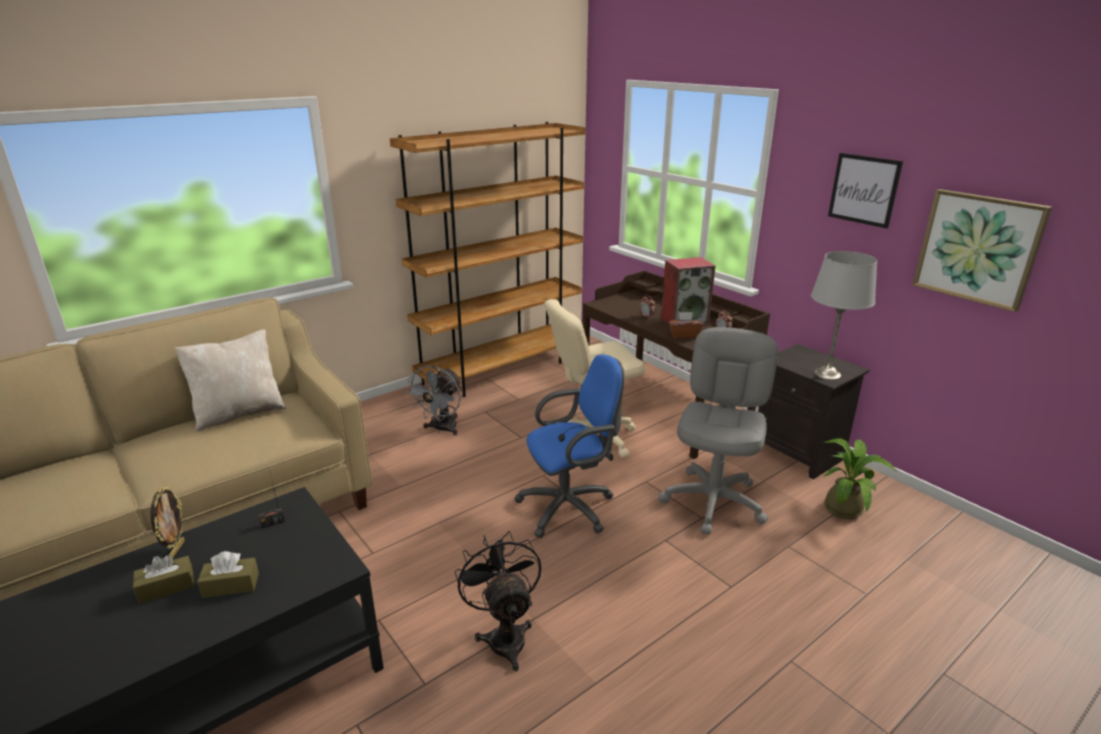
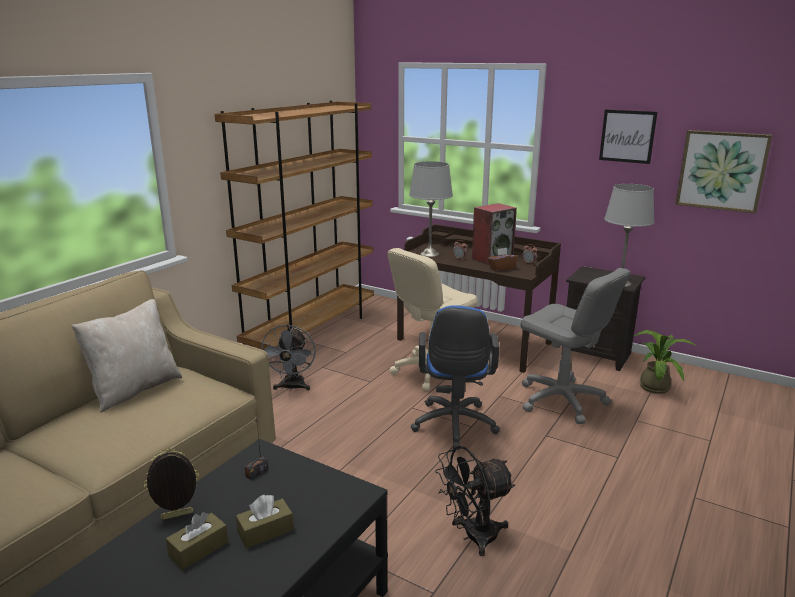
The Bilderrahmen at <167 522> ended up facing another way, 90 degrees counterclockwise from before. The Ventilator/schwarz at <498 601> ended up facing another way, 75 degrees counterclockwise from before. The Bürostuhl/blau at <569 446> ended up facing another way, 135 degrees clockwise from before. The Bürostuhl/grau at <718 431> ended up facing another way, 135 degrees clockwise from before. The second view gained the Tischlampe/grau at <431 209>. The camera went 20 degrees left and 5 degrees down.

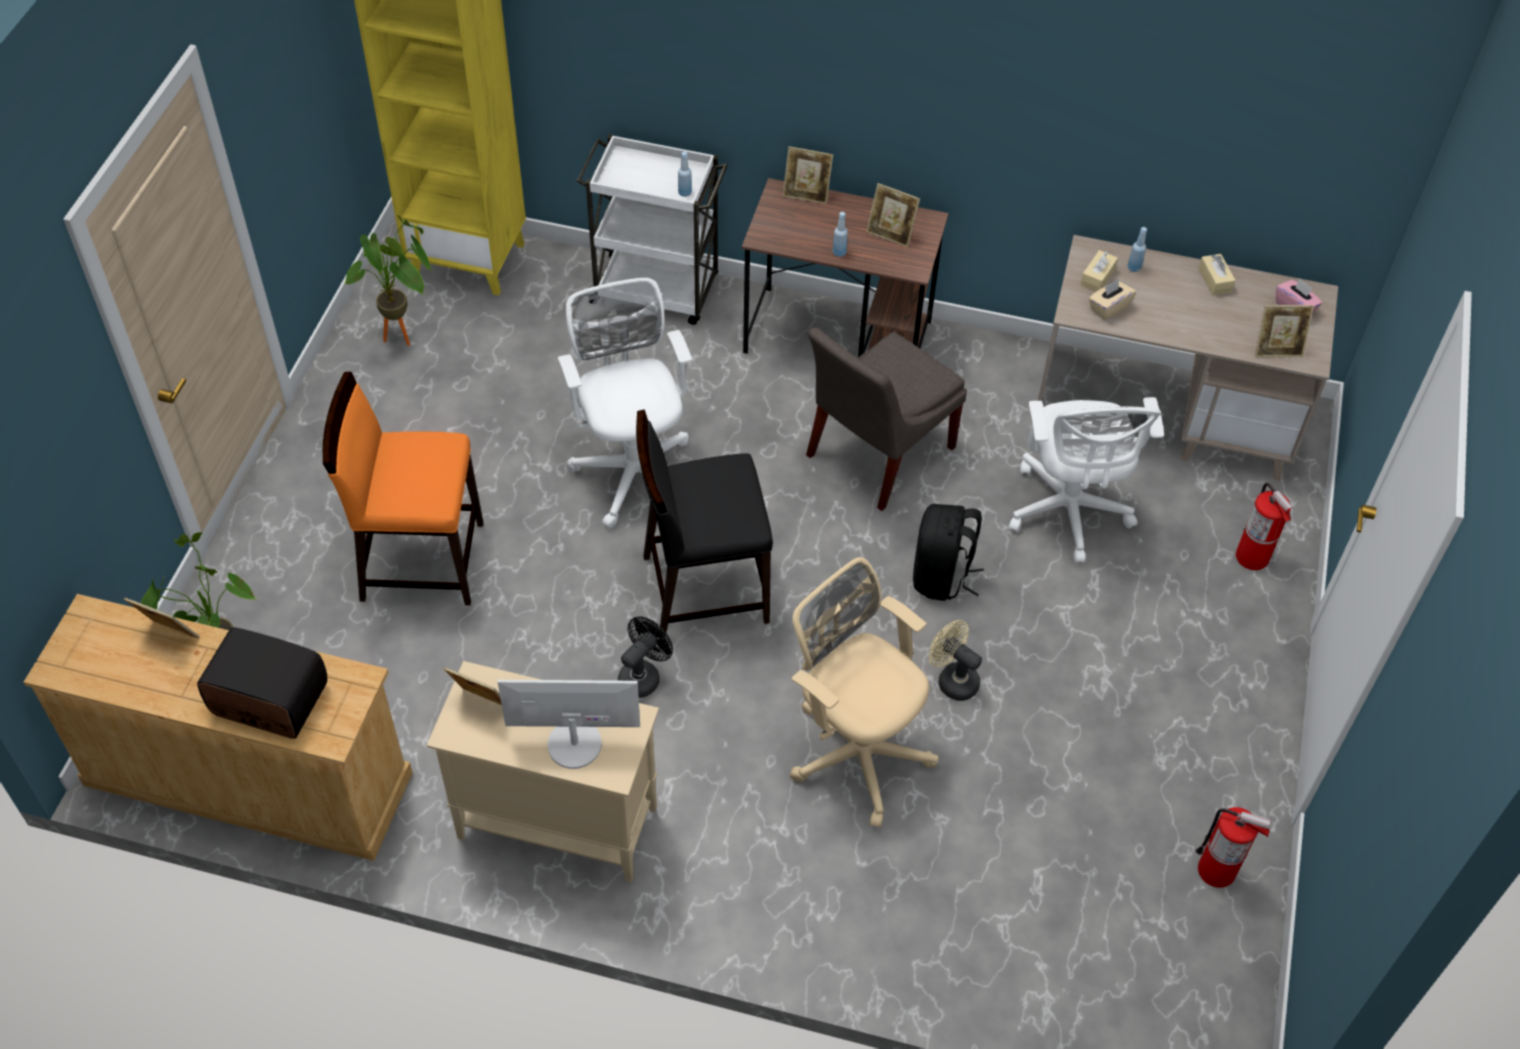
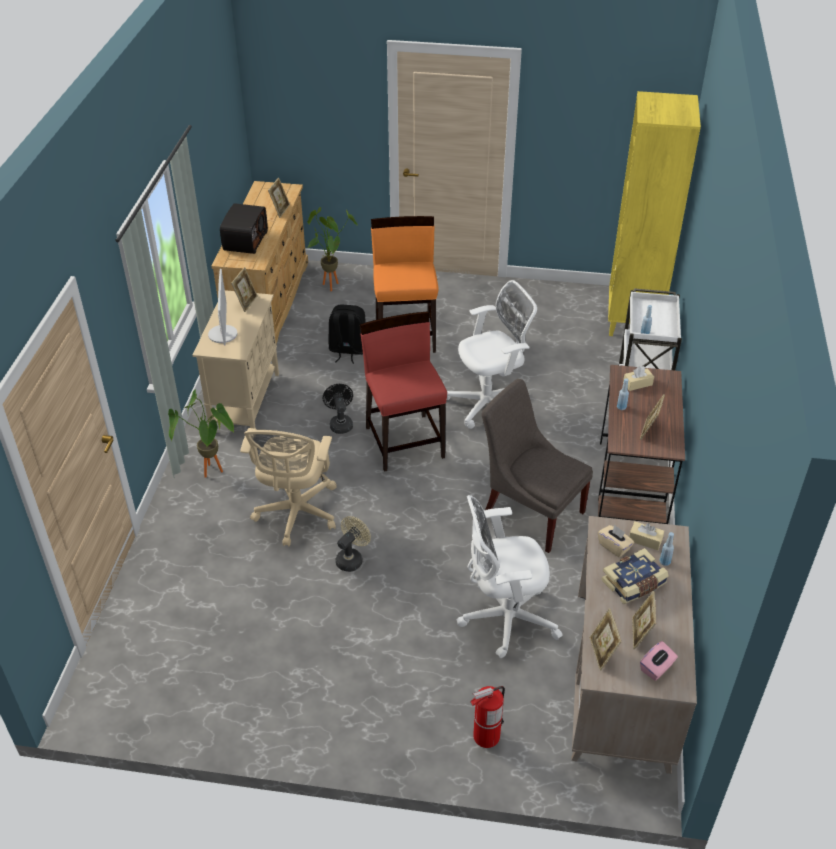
The Topfpflanze ended up elsewhere, having gone from <388 280> to <201 433>. The Ventilator/schwarz at <645 657> ended up facing another way, 135 degrees counterclockwise from before. What was the Stuhl/schwarz at <704 524> turned into the Stuhl/rot at <403 391>. The Bilderrahmen ended up elsewhere, having gone from <808 175> to <644 620>. The Bürostuhl/beige at <864 692> ended up facing another way, 150 degrees clockwise from before. The Rucksack/schwarz ended up elsewhere, having gone from <948 552> to <347 334>. The second view lost the Feuerlöscher at <1233 847>. The Taschentuchbox/beige ended up elsewhere, having gone from <1217 275> to <638 378>. The second view gained the Buch at <634 576>. The camera went 85 degrees right and 10 degrees down.

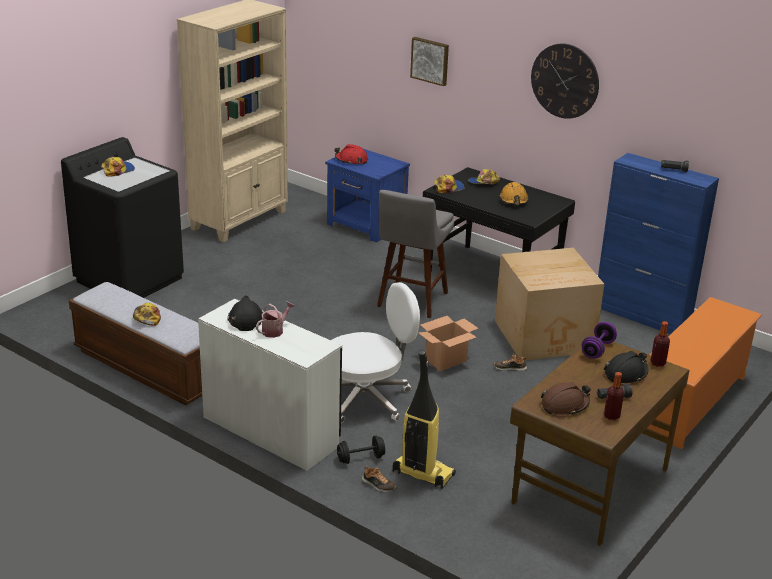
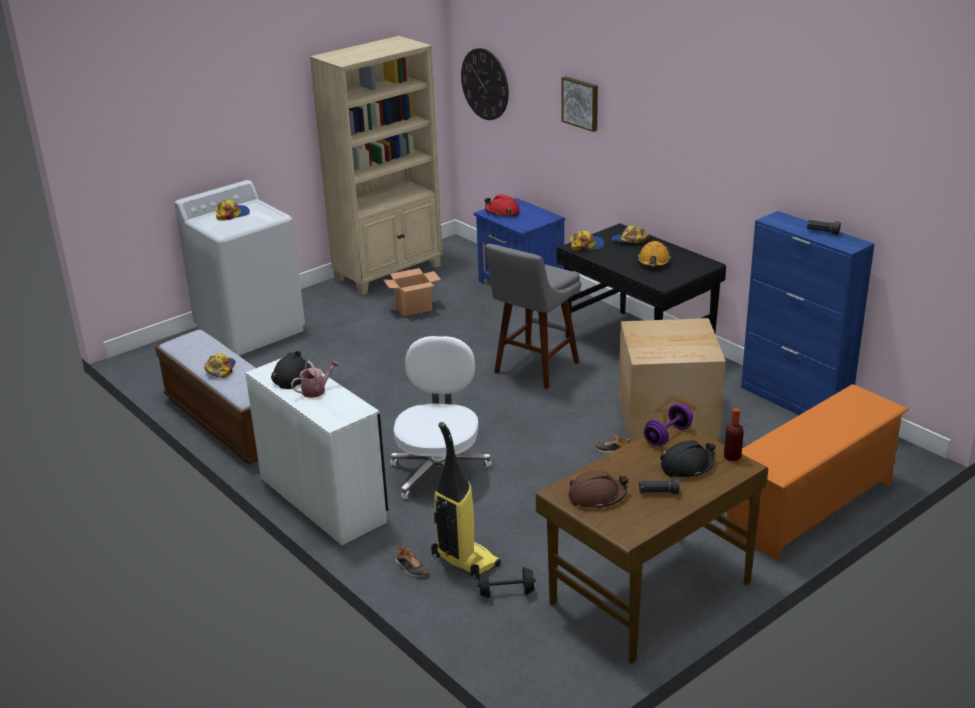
What was the Waschmaschine/schwarz at <122 217> turned into the Waschmaschine/weiß at <239 268>. The Bürostuhl/weiß at <375 352> ended up facing another way, 75 degrees counterclockwise from before. The Hantel/schwarz ended up elsewhere, having gone from <361 450> to <506 582>. The Karton ended up elsewhere, having gone from <449 343> to <412 292>. The Wanduhr ended up elsewhere, having gone from <565 81> to <485 84>. The second view lost the Flasche at <614 396>. The camera went 15 degrees right and 0 degrees up.

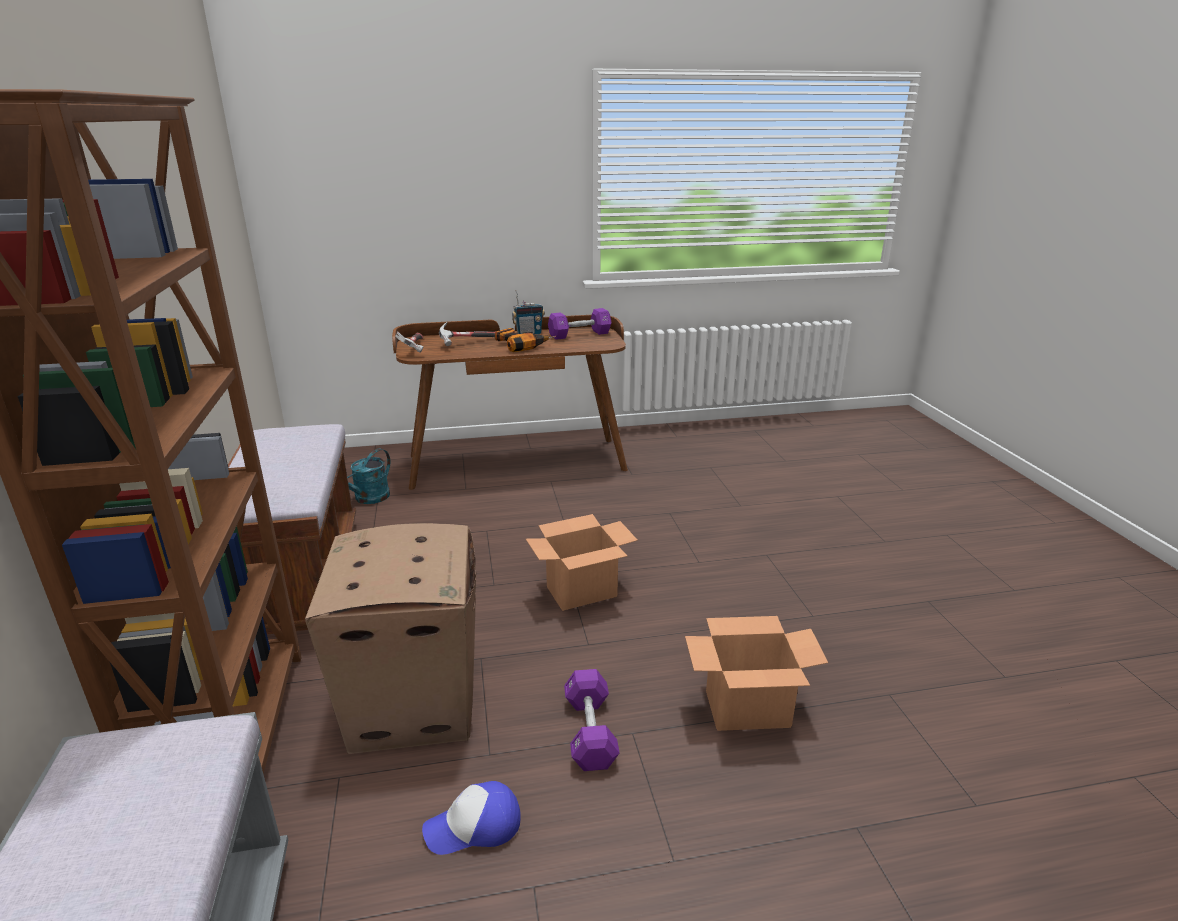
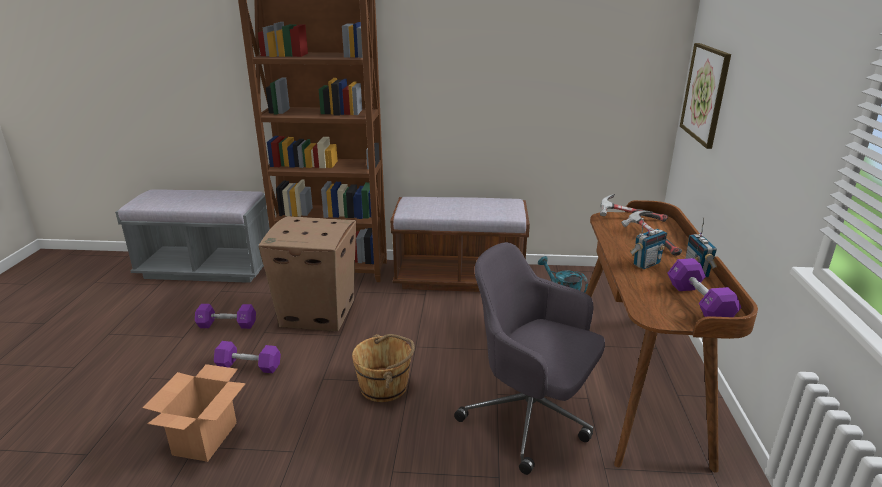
Where the Kappe stood at <471 818>, the Hantel/lila came to stand at <225 316>. Where the Bohrmaschine stood at <525 340>, the Radio came to stand at <648 243>. Where the Karton stood at <582 562>, the Eimer/braun came to stand at <383 368>. The second view gained the Bürostuhl/grau at <529 358>. The second view gained the Bild at <705 96>. The camera went 105 degrees right and 0 degrees up.

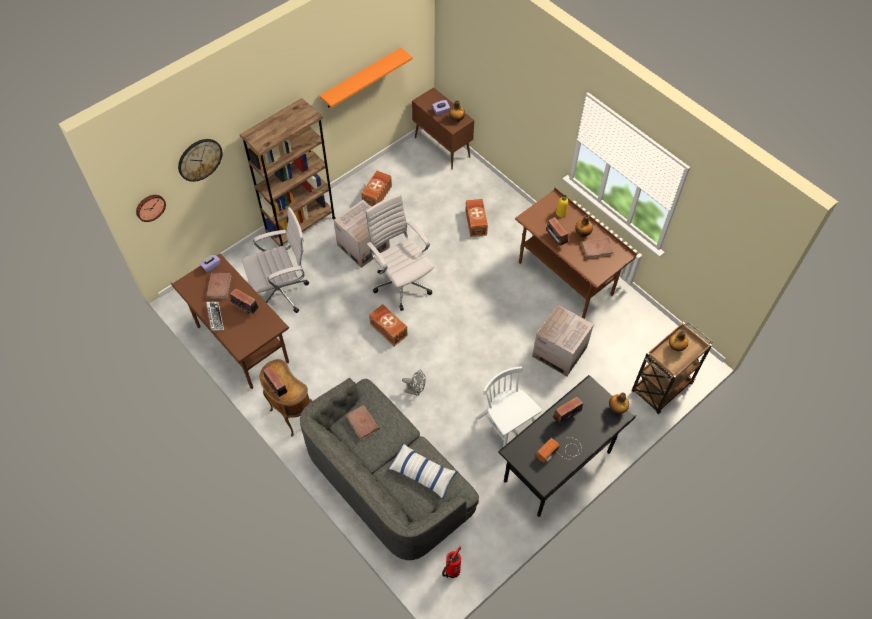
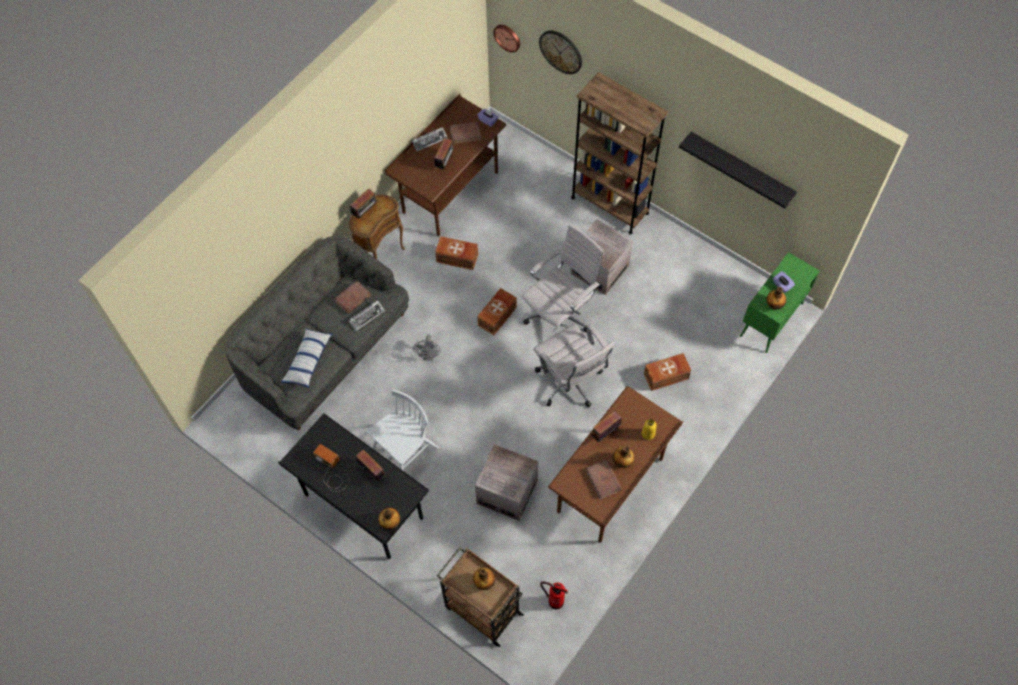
The Bürostuhl/weiß ended up elsewhere, having gone from <275 260> to <574 365>. What was the Wandregal/orange at <366 78> turned into the Wandregal/schwarz at <738 170>. The Aufbewahrungsbox/braun ended up elsewhere, having gone from <376 189> to <456 253>. What was the Schrank/braun at <443 128> turned into the Schrank/grün at <780 302>. The Feuerlöscher ended up elsewhere, having gone from <451 562> to <554 595>. The second view gained the Tastatur at <366 315>. The camera went 80 degrees right and 5 degrees up.

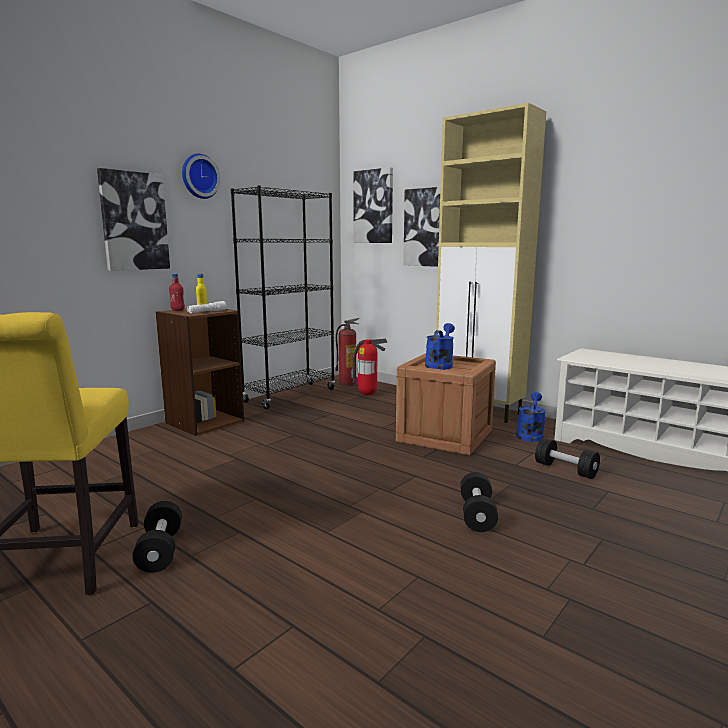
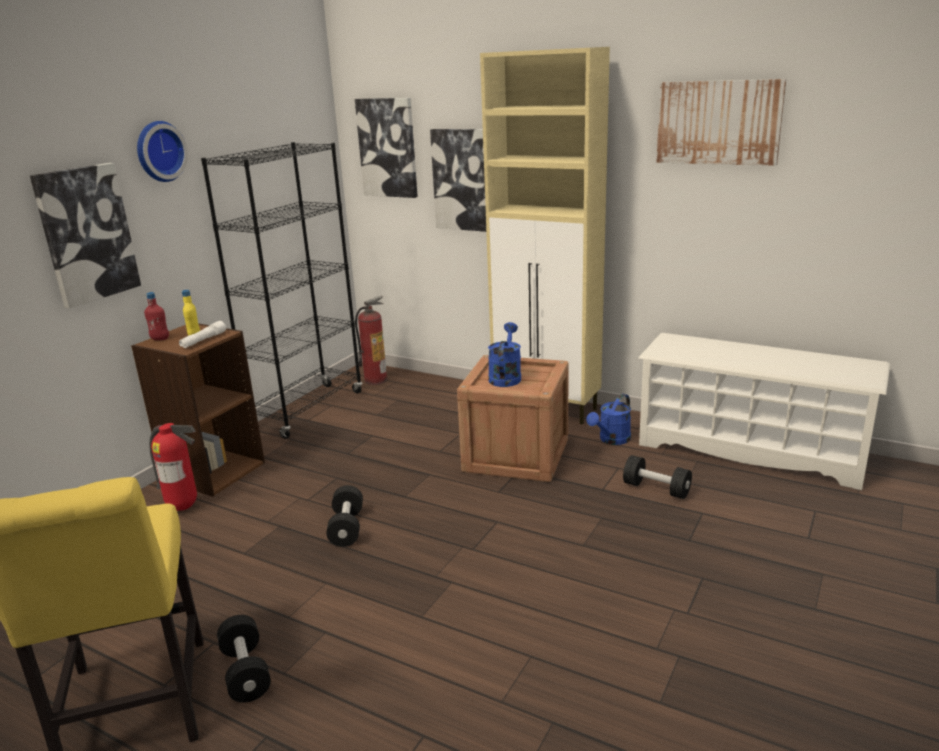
The Feuerlöscher ended up elsewhere, having gone from <370 367> to <173 467>. The Hantel/schwarz ended up elsewhere, having gone from <479 502> to <344 516>. The Gießkanne/blau at <531 417> ended up facing another way, 150 degrees counterclockwise from before. The second view gained the Bild at <721 122>. The camera went 10 degrees left and 10 degrees up.

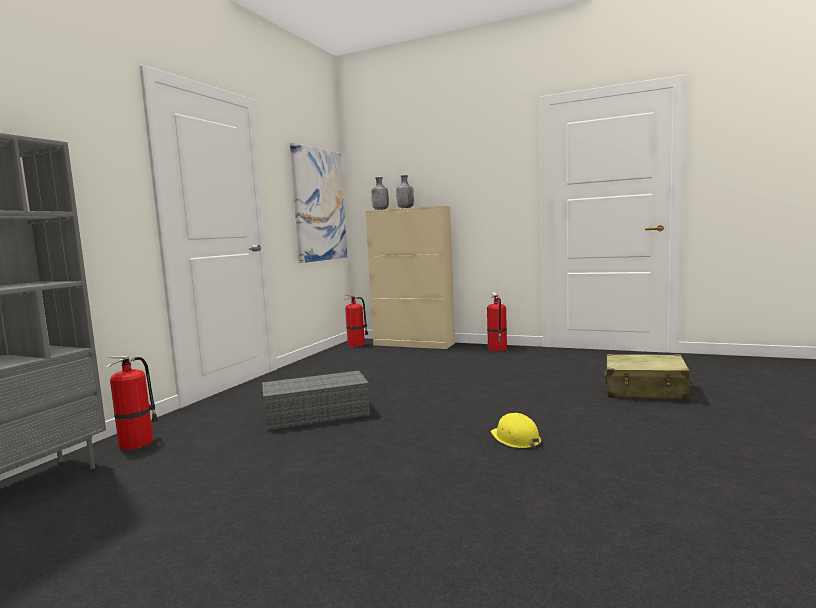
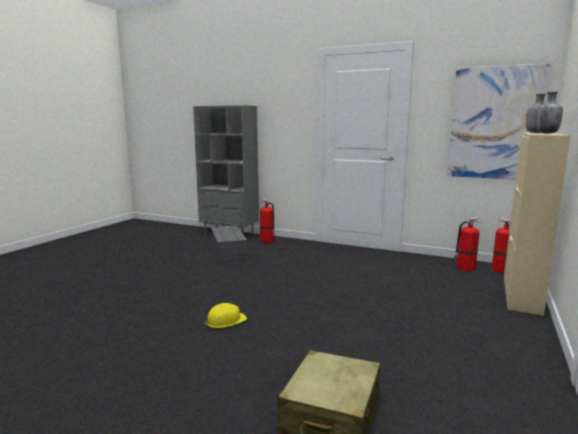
The Aufbewahrungsbox/grau ended up elsewhere, having gone from <316 401> to <229 243>. The Feuerlöscher ended up elsewhere, having gone from <497 321> to <467 244>. The camera went 90 degrees right and 5 degrees up.

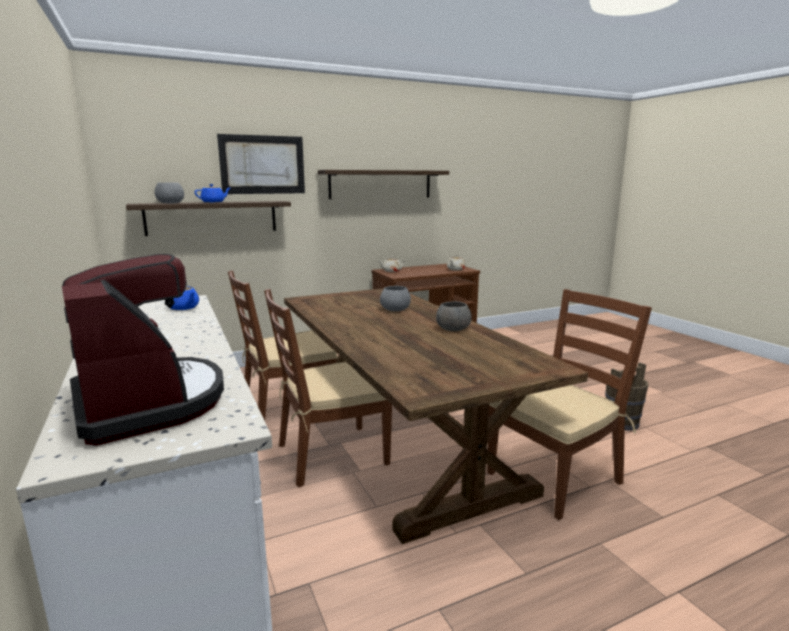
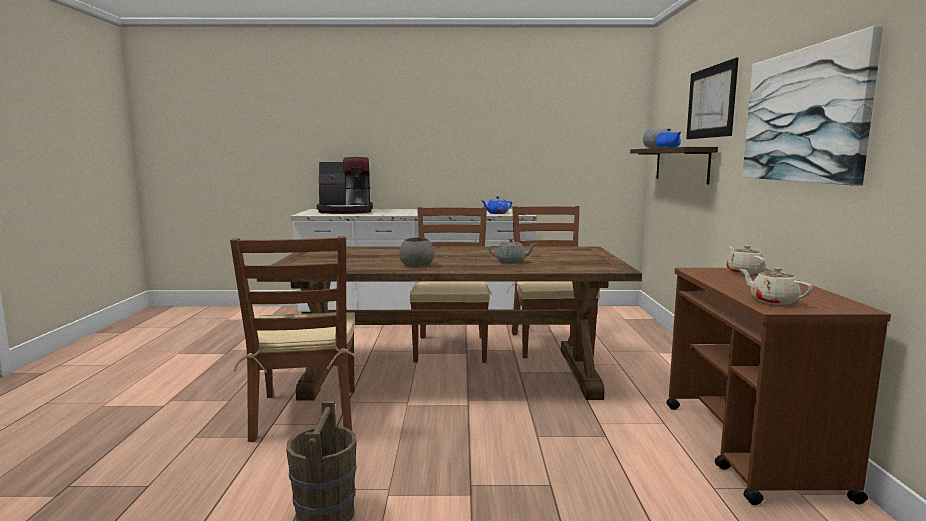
Where the Wandregal hung at <383 184>, the Bild came to hang at <813 106>. Where the Schüssel/grau stood at <395 298>, the Teekanne/grau came to stand at <512 251>. The camera went 115 degrees right and 5 degrees down.

